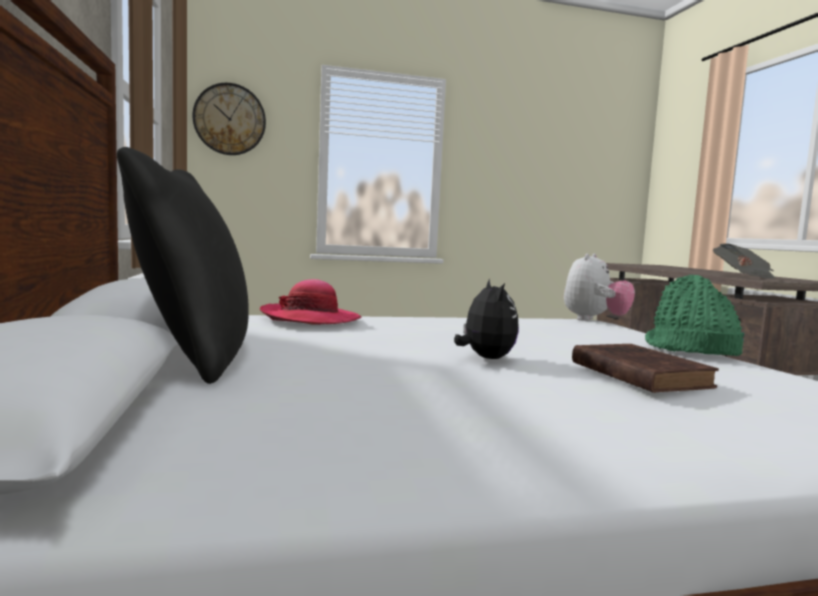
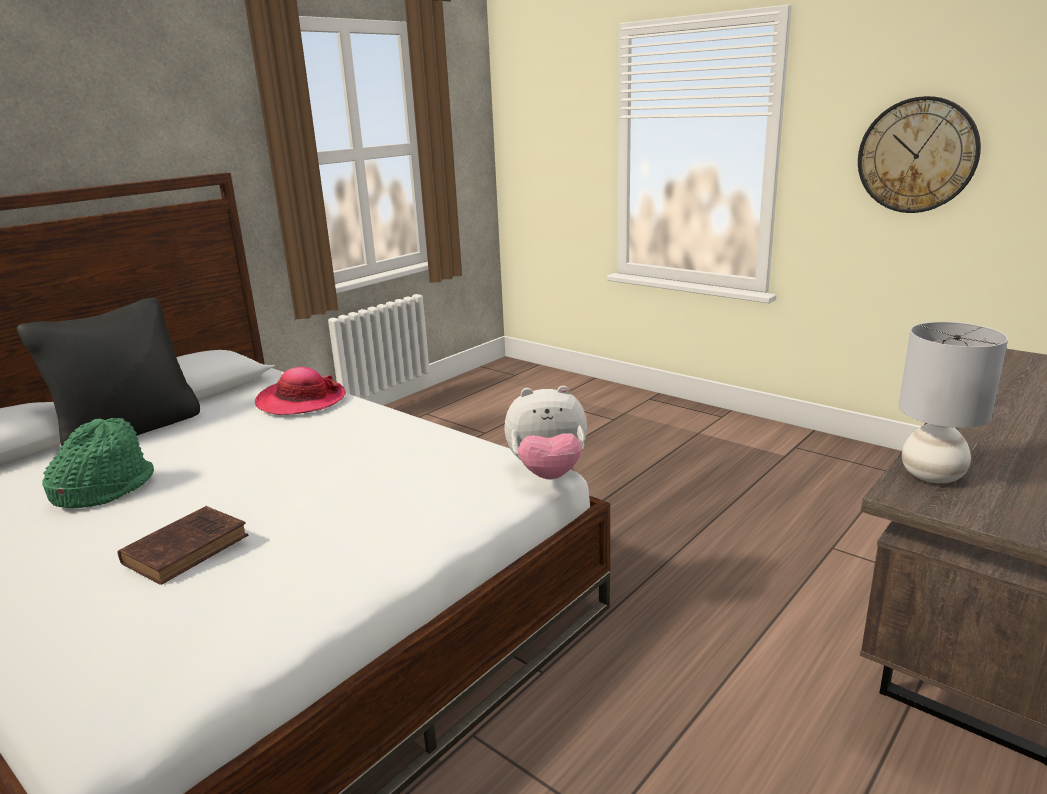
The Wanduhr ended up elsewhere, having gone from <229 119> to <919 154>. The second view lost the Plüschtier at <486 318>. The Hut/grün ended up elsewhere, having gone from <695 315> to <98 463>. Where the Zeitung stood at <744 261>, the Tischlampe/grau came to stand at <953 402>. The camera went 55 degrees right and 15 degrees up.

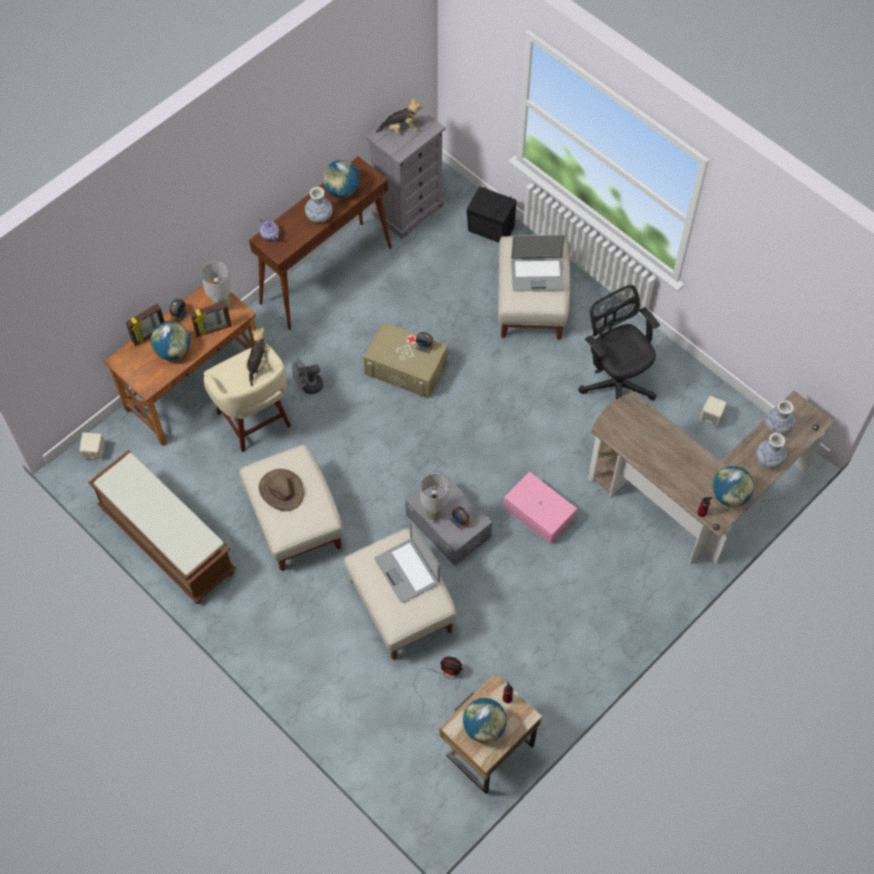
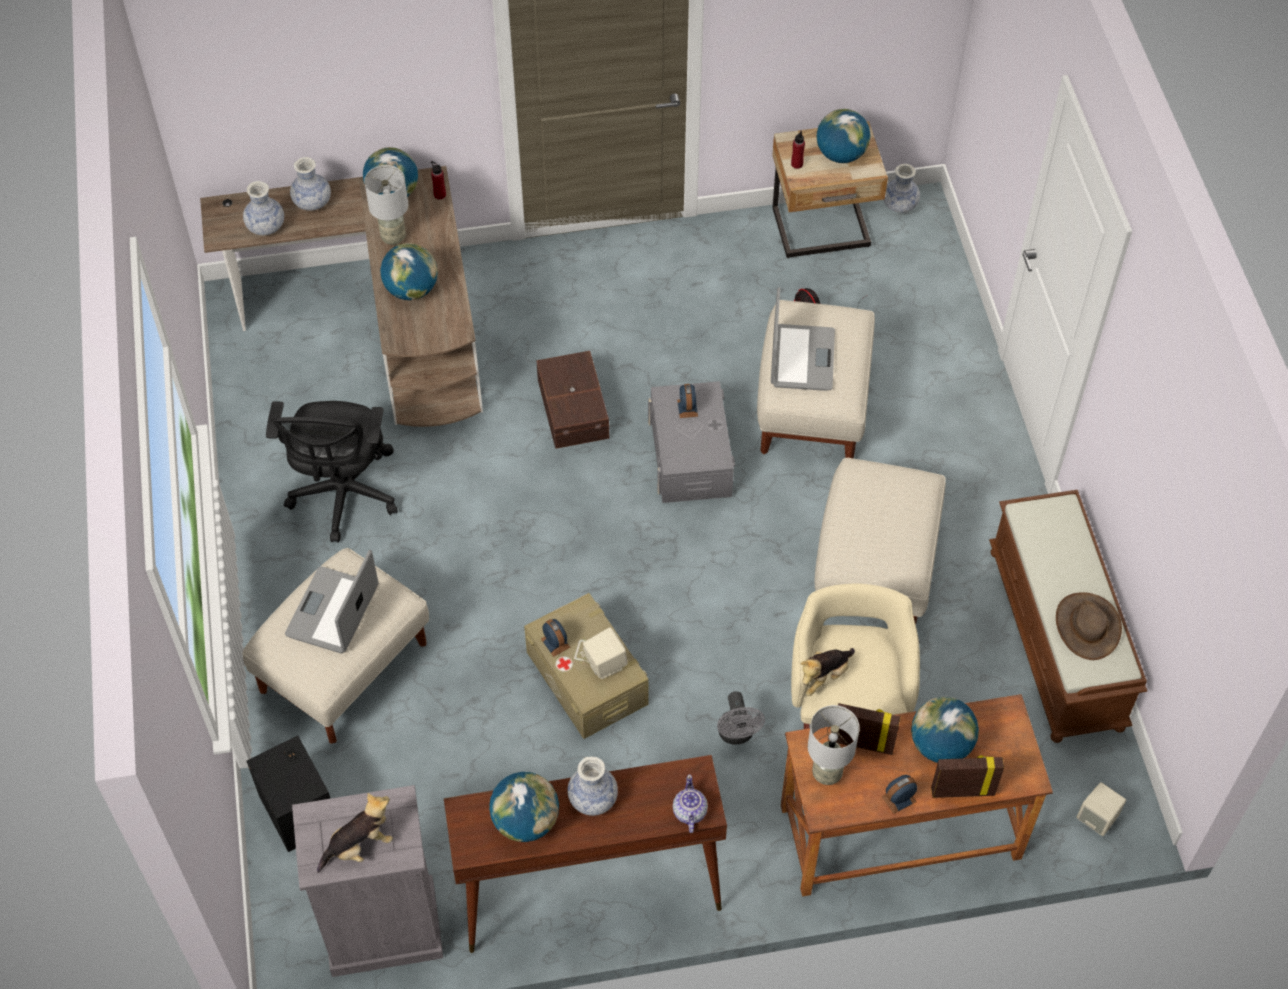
The Hut/braun ended up elsewhere, having gone from <281 490> to <1089 626>. The Ventilator/grau at <307 376> ended up facing another way, 60 degrees clockwise from before. The Plüschtier at <399 116> ended up facing another way, 120 degrees clockwise from before. The Tischlampe/grau ended up elsewhere, having gone from <434 497> to <386 205>. What was the Aufbewahrungsbox/rosa at <540 508> turned into the Aufbewahrungsbox/braun at <572 400>. The Laptop at <538 263> ended up facing another way, 105 degrees counterclockwise from before. The Lautsprecher/beige ended up elsewhere, having gone from <713 411> to <605 653>. The second view gained the Globus at <409 271>. The second view gained the Vase at <901 188>. The camera went 145 degrees left and 5 degrees down.

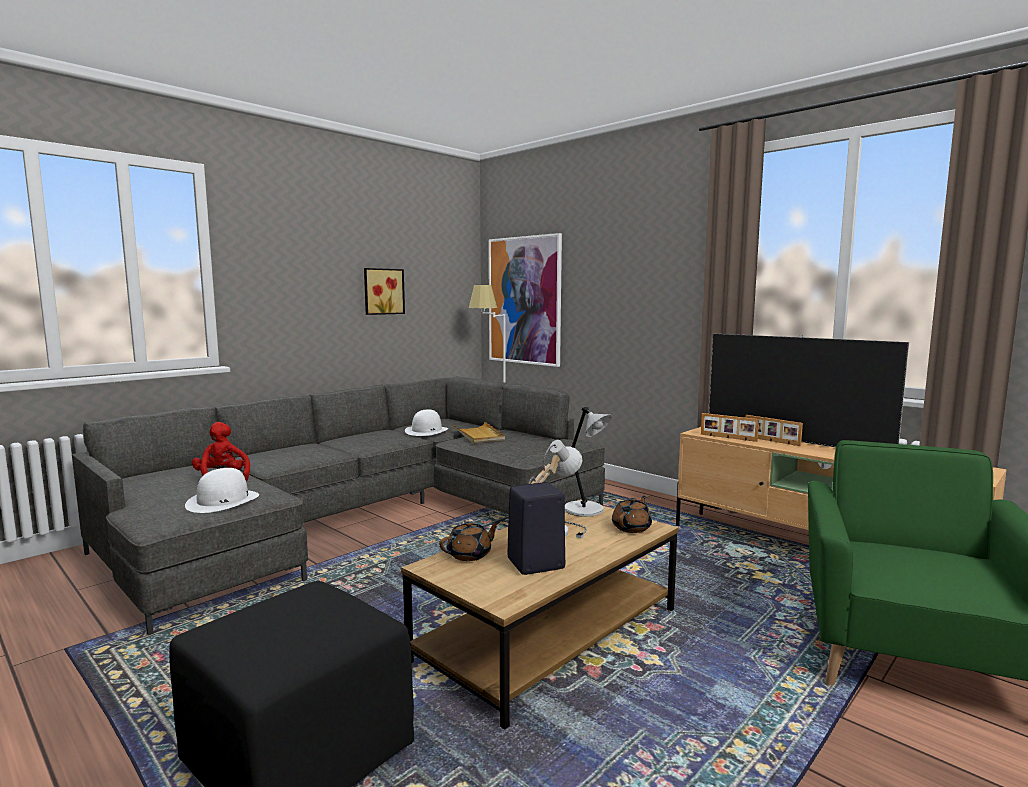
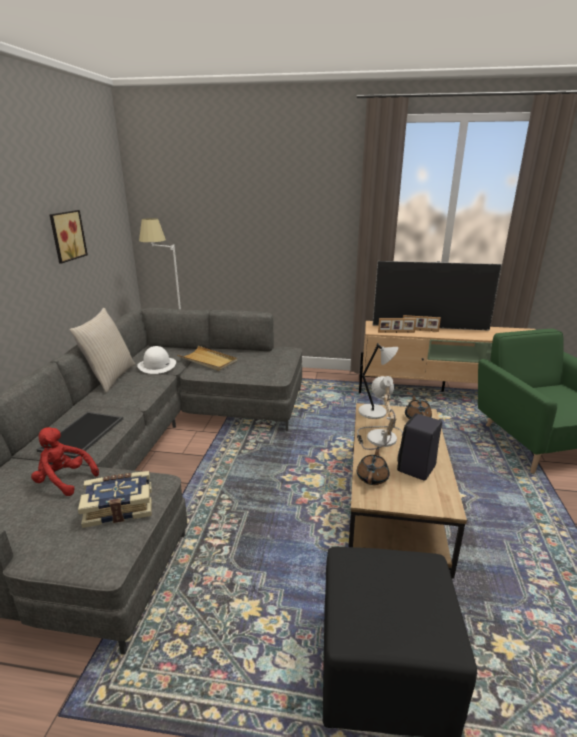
Where the Hut/weiß stood at <222 490>, the Buch came to stand at <115 499>. The second view lost the Bild at <525 300>. The second view gained the Tablett at <79 435>. The second view gained the Kissen/beige at <102 350>. The camera went 35 degrees left and 15 degrees up.

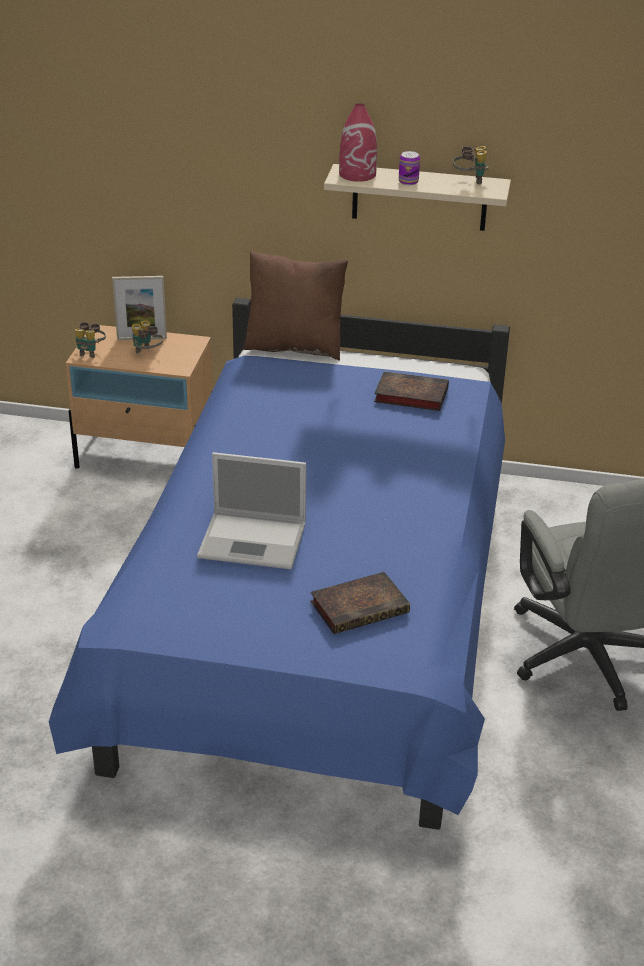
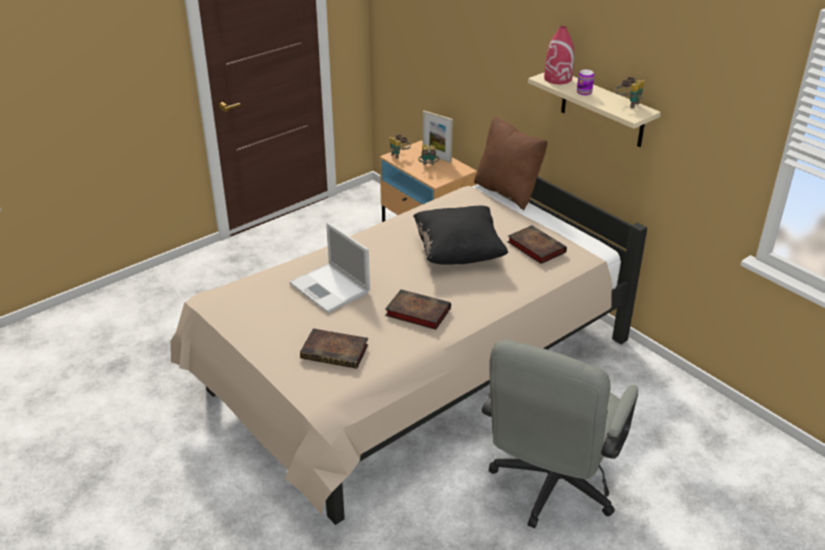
What was the Bett/blau at <279 564> turned into the Bett/beige at <408 351>. The second view gained the Buch at <418 309>. The second view gained the Kissen/schwarz at <460 235>. The camera went 40 degrees right and 0 degrees up.

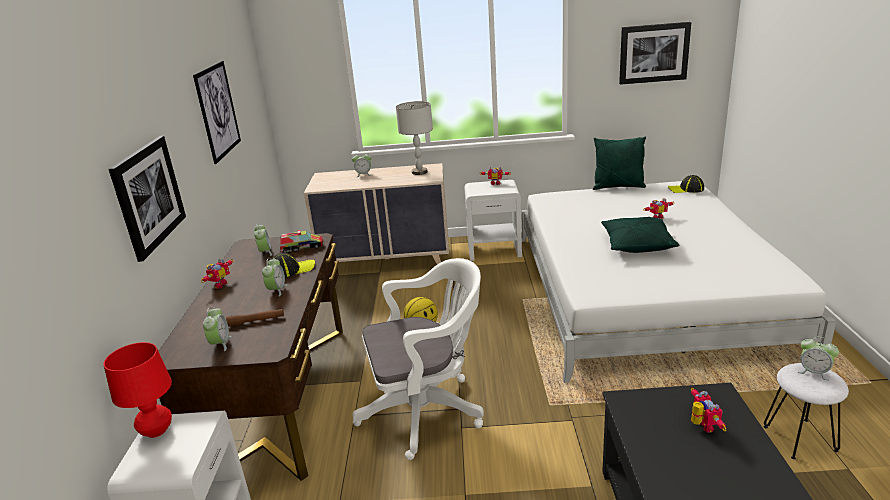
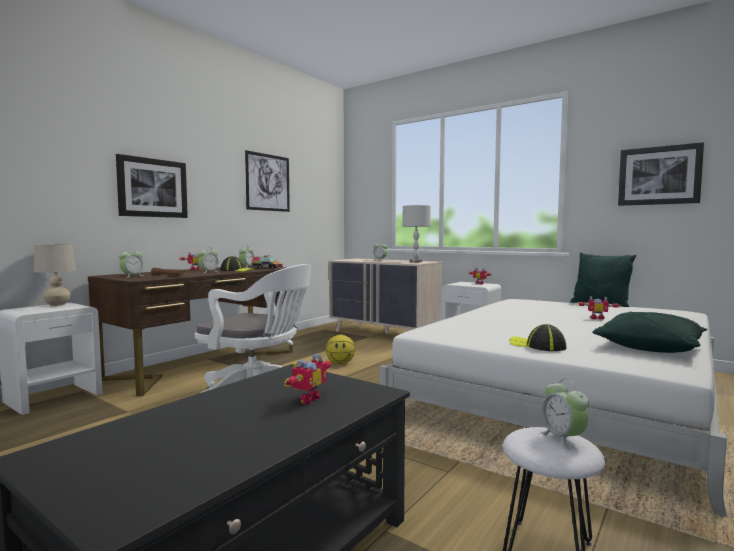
What was the Tischlampe/rot at <138 390> turned into the Tischlampe/beige at <55 275>. The Kissen/grün ended up elsewhere, having gone from <640 235> to <649 332>. The Kappe ended up elsewhere, having gone from <686 184> to <538 337>. The camera went 35 degrees right and 20 degrees down.

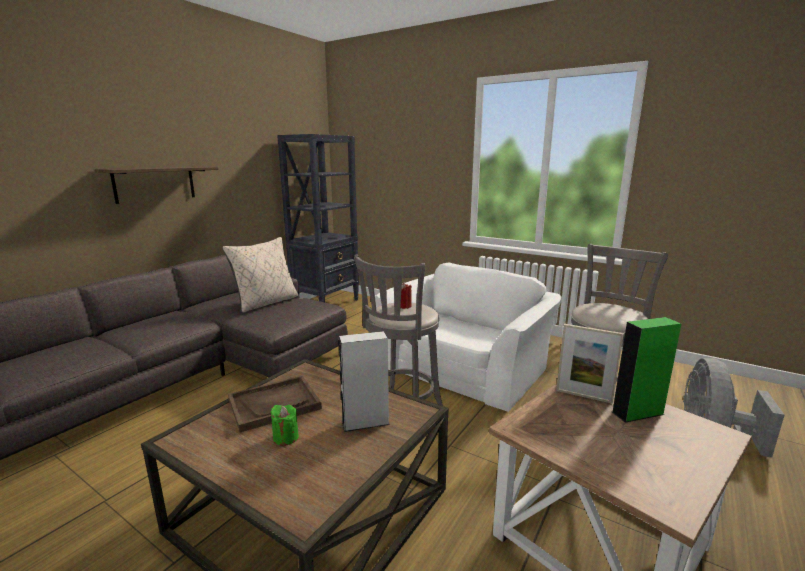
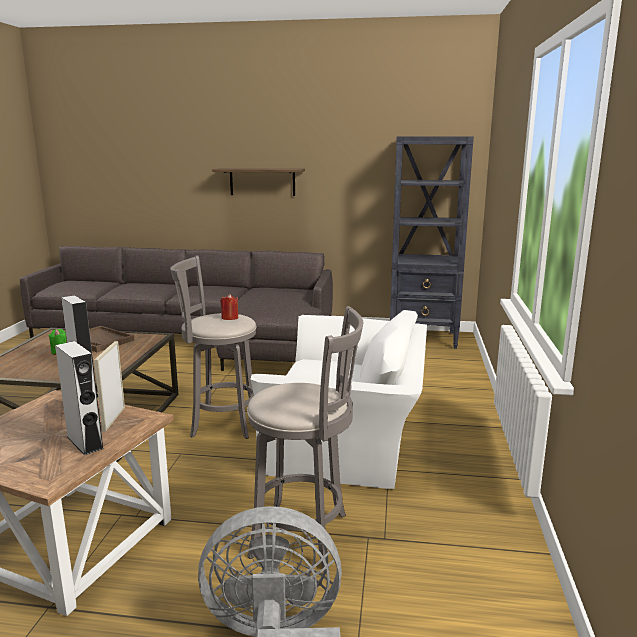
The second view lost the Kissen/beige at <260 275>. What was the Lautsprecher/grün at <646 370> turned into the Lautsprecher/grau at <79 398>. The camera went 65 degrees right and 0 degrees up.

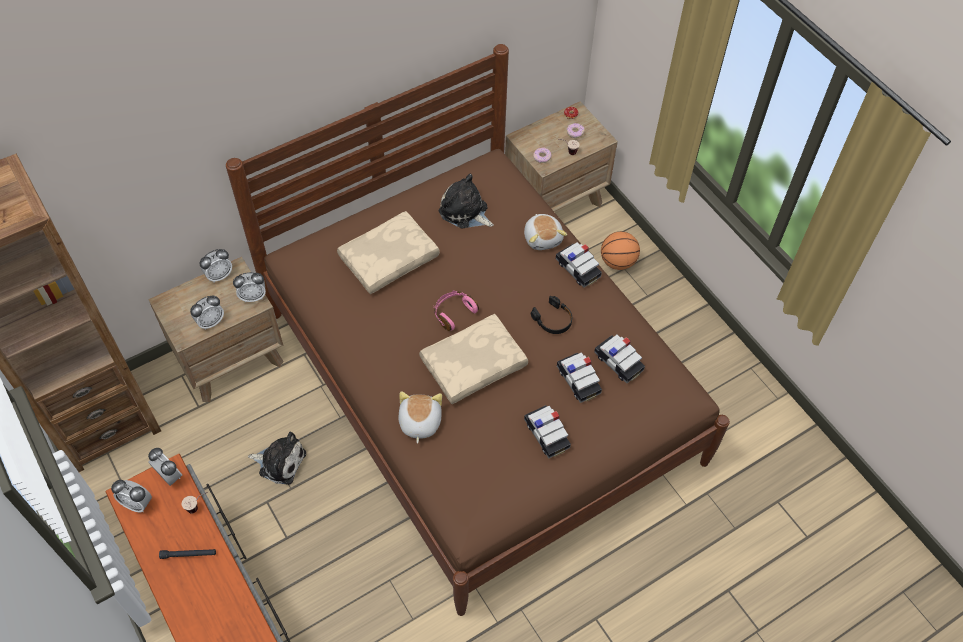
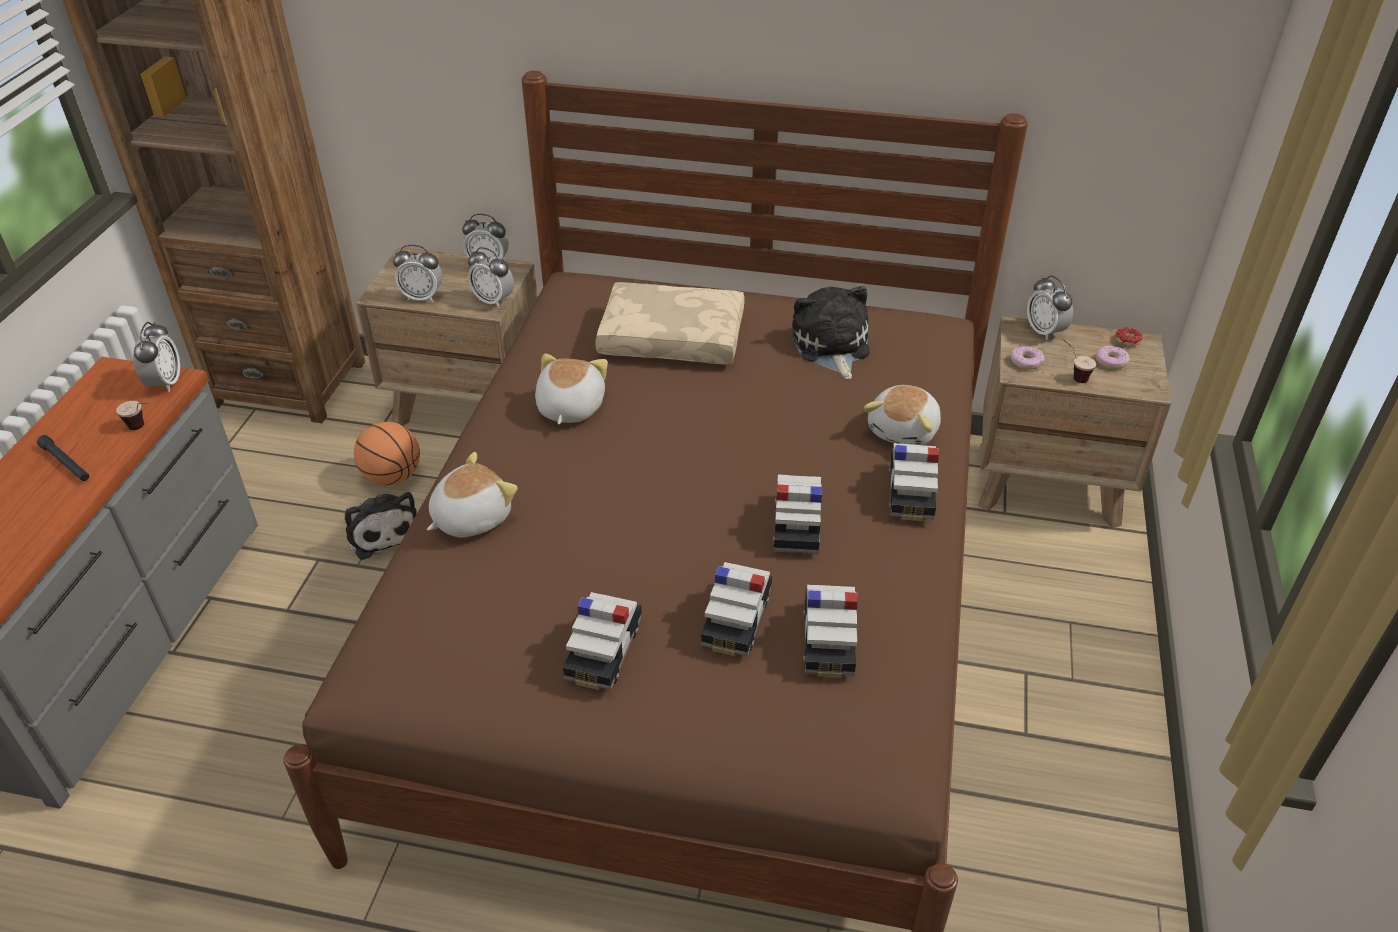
The Wecker ended up elsewhere, having gone from <131 496> to <1050 308>. The second view lost the Kissen/beige at <473 359>. The second view lost the Kopfhörer/rosa at <456 311>. Where the Kopfhörer/schwarz stood at <551 315>, the Spielzeugauto came to stand at <797 514>. The Basketball ended up elsewhere, having gone from <620 250> to <387 453>. The second view gained the Plüschtier at <571 389>. The camera went 45 degrees right and 15 degrees down.

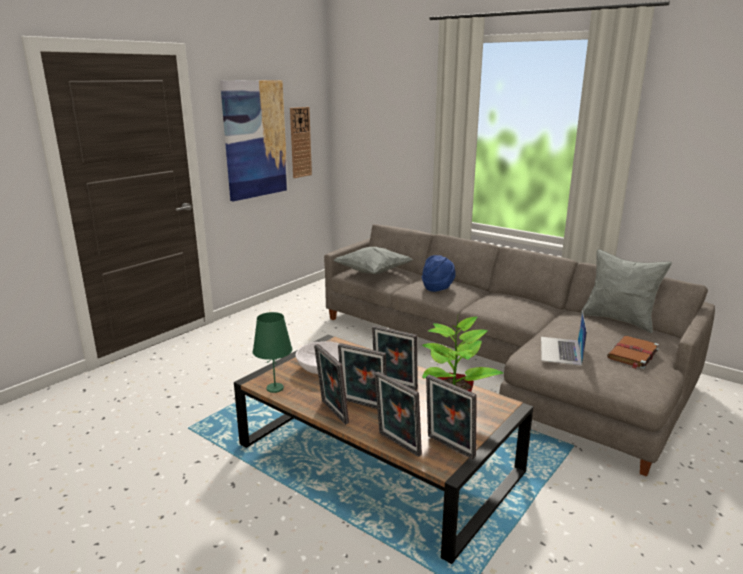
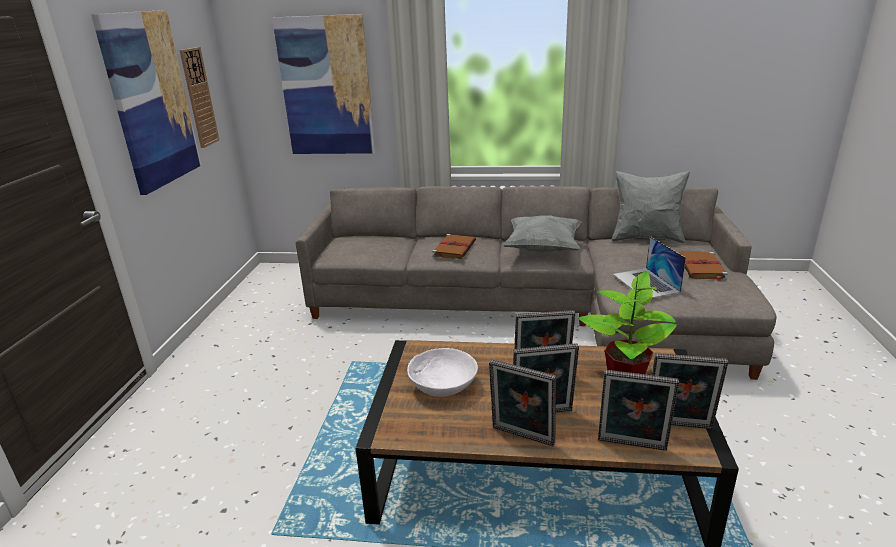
The second view lost the Tischlampe/grün at <273 352>. The Kissen/grau ended up elsewhere, having gone from <373 260> to <541 233>. Where the Hut/blau stood at <439 273>, the Buch/braun came to stand at <454 246>. The second view gained the Bild at <323 84>. The camera went 30 degrees left and 5 degrees up.

